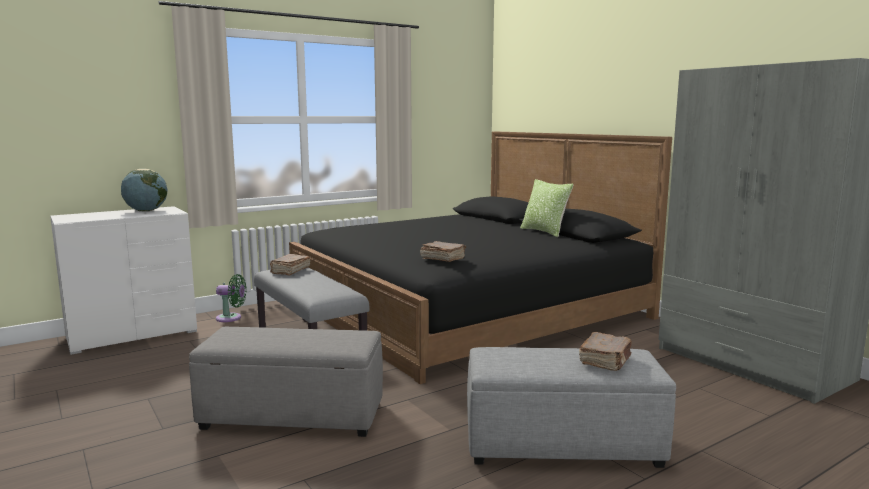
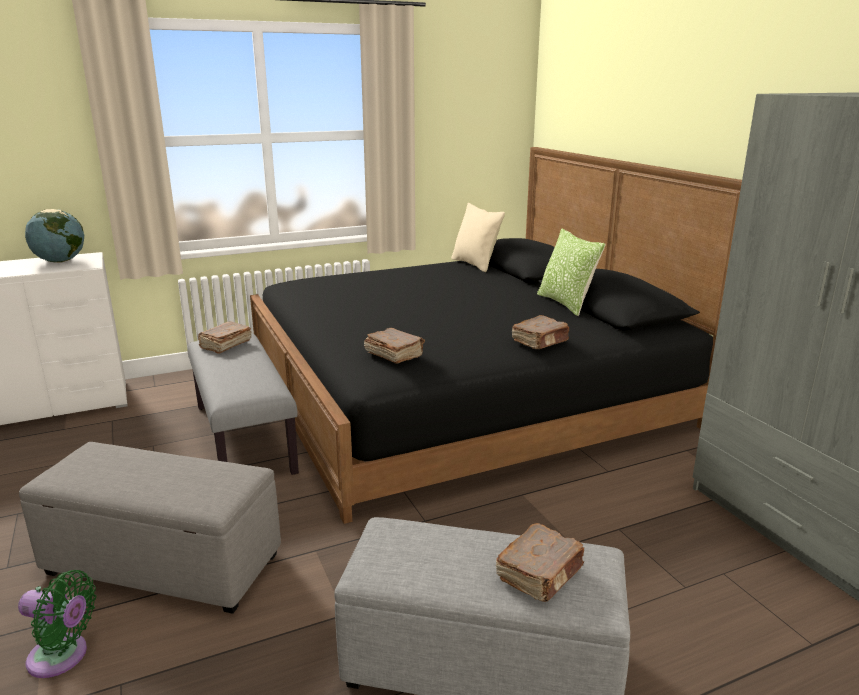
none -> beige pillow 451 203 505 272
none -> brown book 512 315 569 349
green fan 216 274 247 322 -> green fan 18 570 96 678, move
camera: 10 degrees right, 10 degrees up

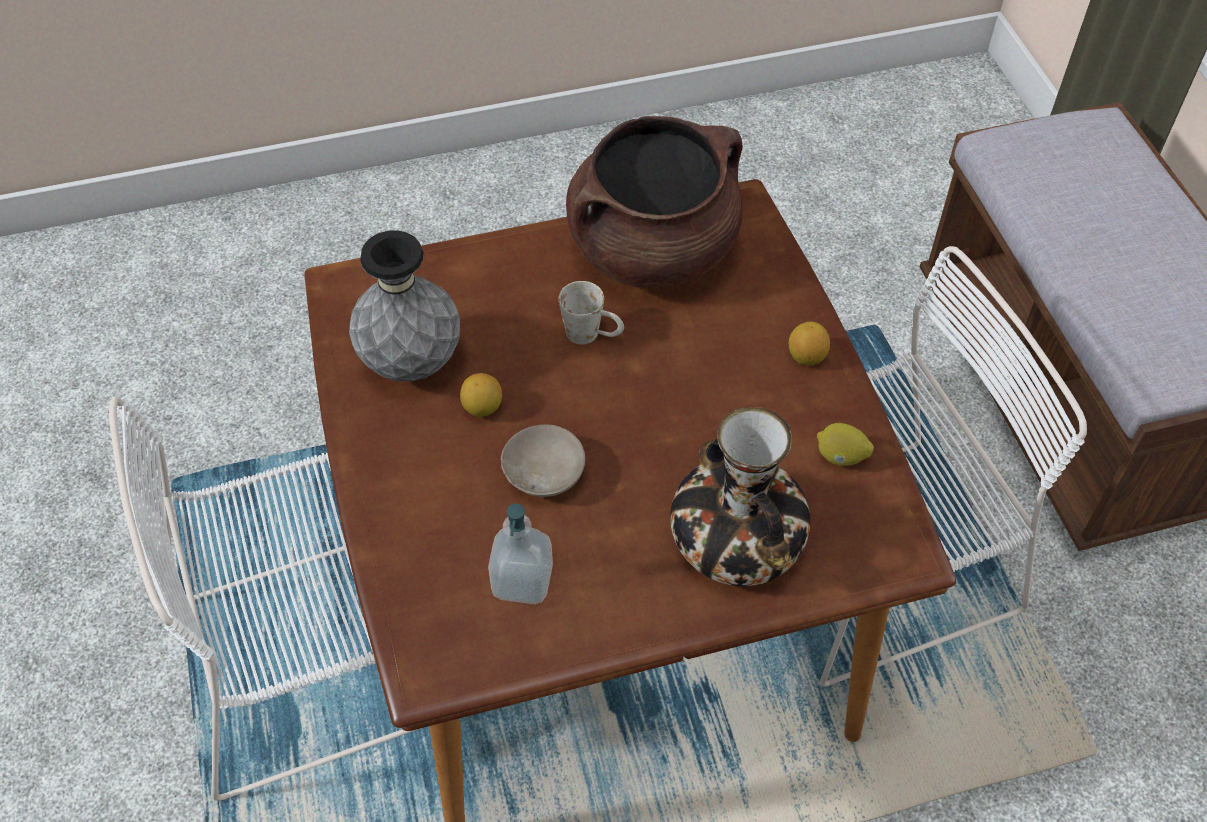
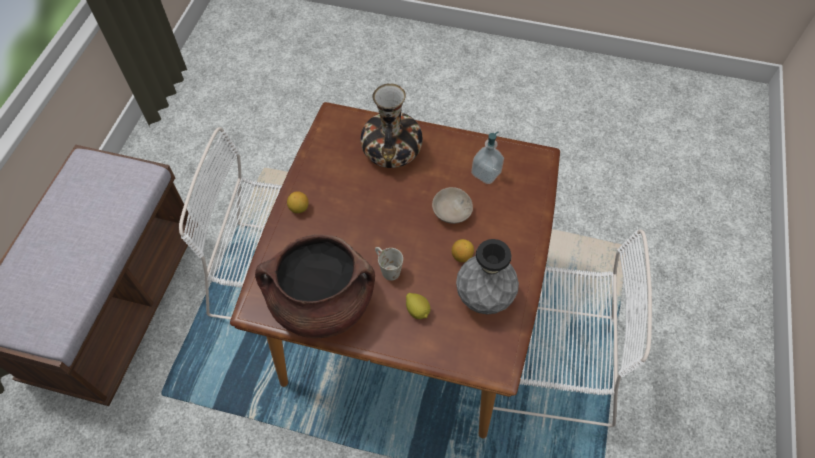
lemon 817 423 874 466 -> lemon 406 293 431 319, move
camera: 150 degrees left, 5 degrees up

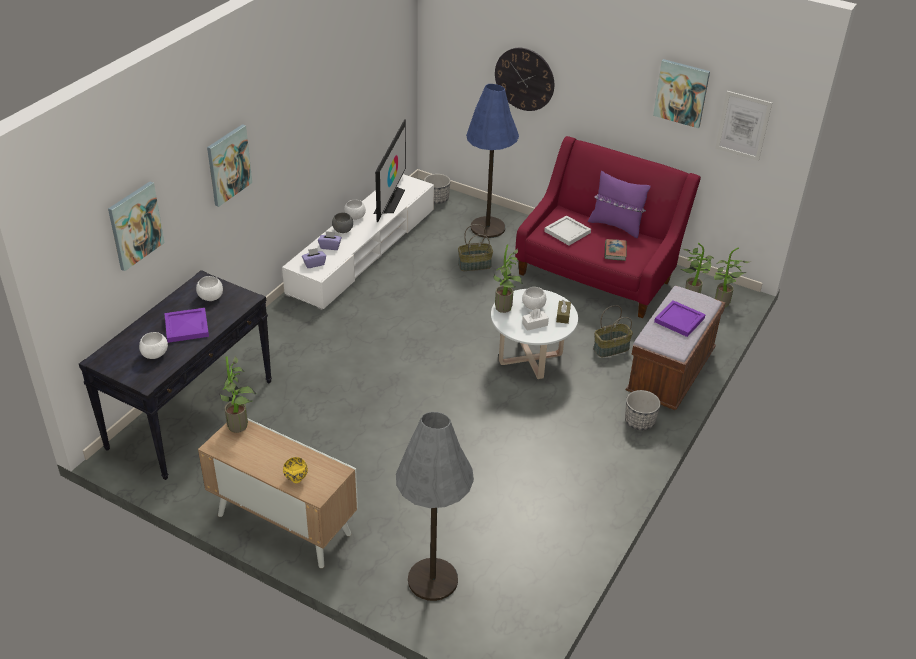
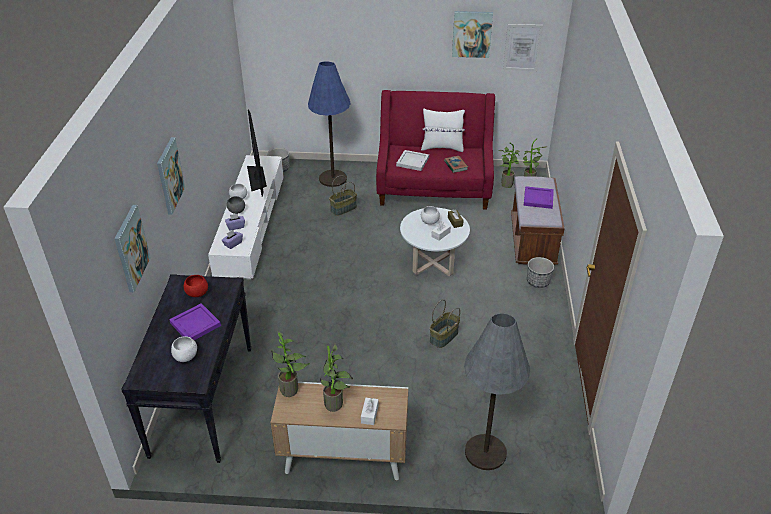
wall clock 495 48 554 111 -> none
potted plant 493 244 523 313 -> potted plant 320 343 353 412, move
basket 593 305 633 357 -> basket 430 299 460 348, move
yellow bowl 283 457 308 483 -> white tissue box 361 398 378 425
white bowl 196 276 223 301 -> red bowl 184 275 208 297
purple pillow 588 171 651 238 -> white pillow 421 108 465 152
camera: 25 degrees left, 0 degrees up

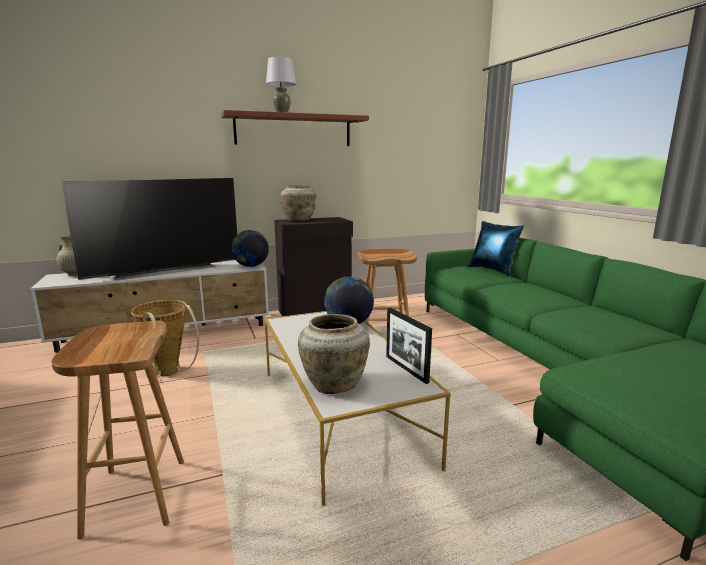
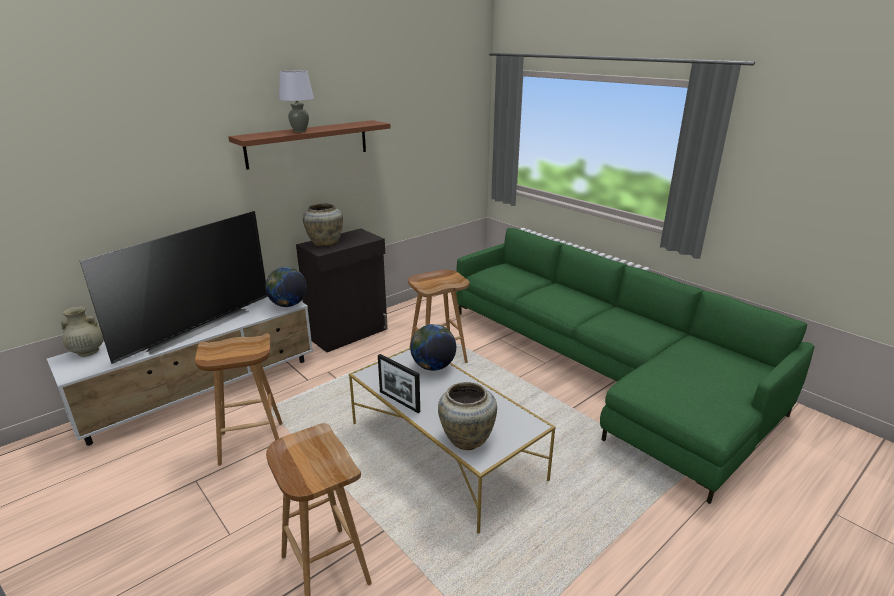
blue pillow 468 221 524 276 -> none
picture frame 386 308 432 384 -> picture frame 378 354 420 413, move
basket 131 300 199 378 -> brown stool 195 333 283 466
camera: 20 degrees left, 10 degrees up

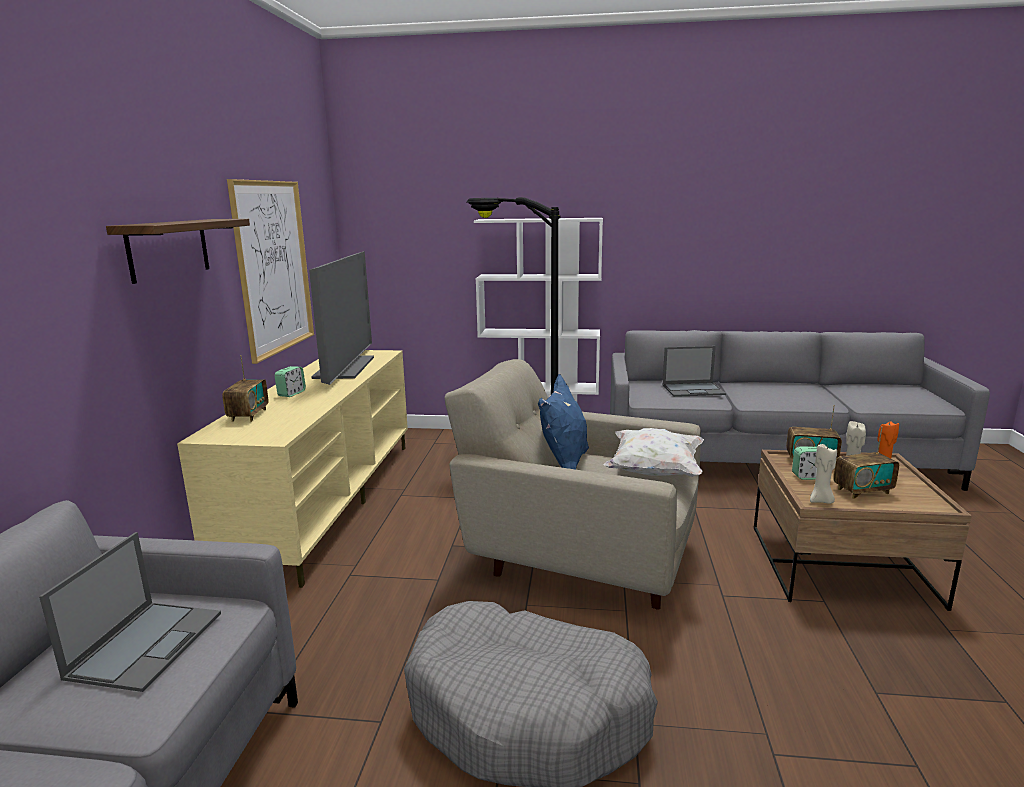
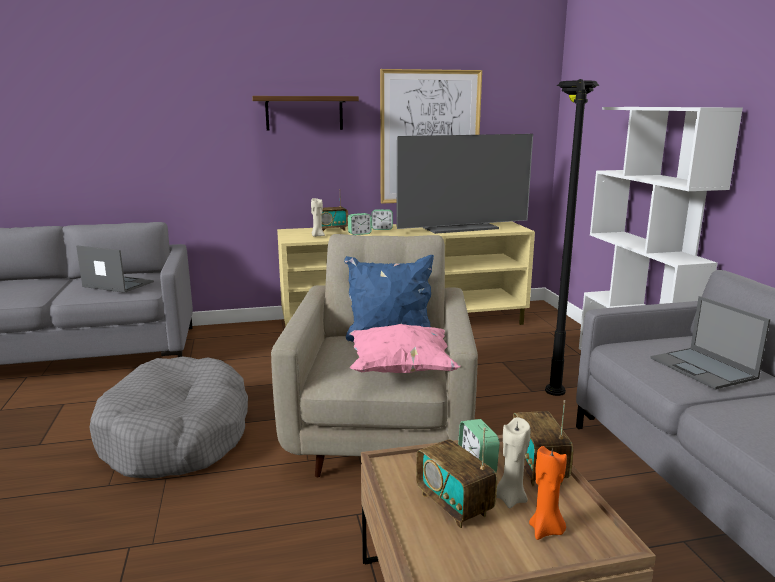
none -> alarm clock 348 213 372 235
beige candle 810 444 837 504 -> beige candle 311 198 325 237, move
white pillow 604 428 704 477 -> pink pillow 349 324 461 373
laptop 39 532 221 692 -> laptop 76 245 154 293, 150 degrees counterclockwise
camera: 70 degrees right, 0 degrees up

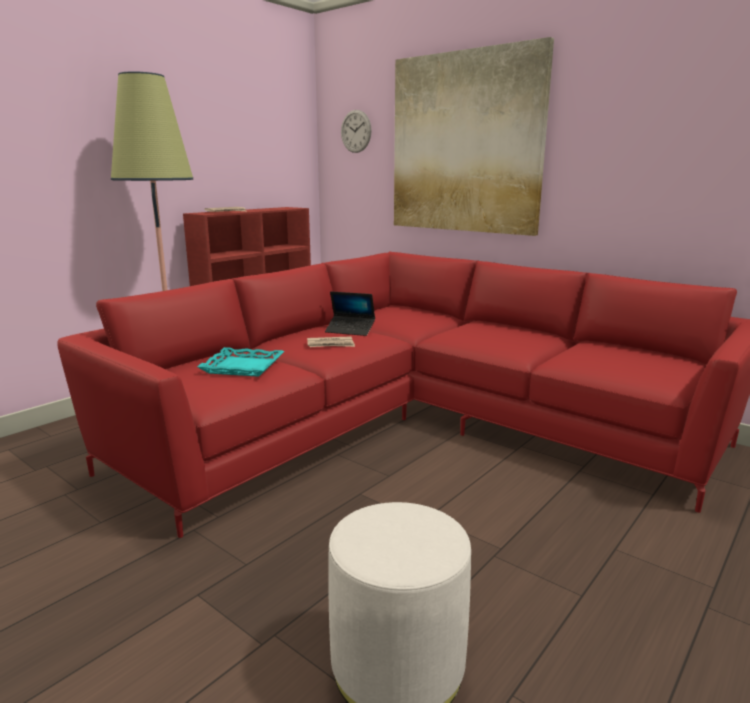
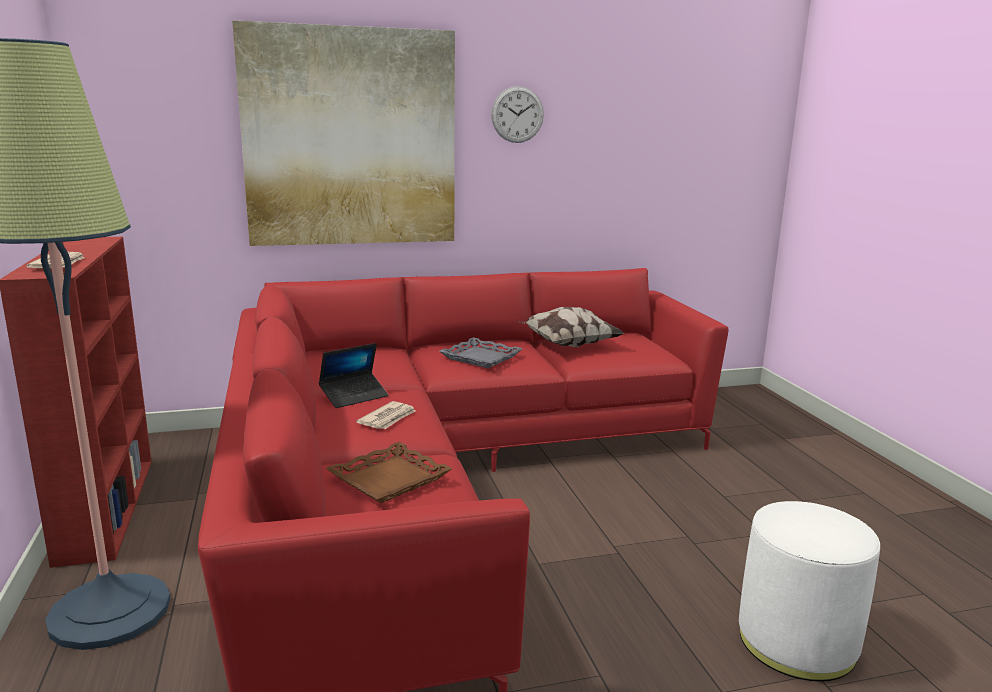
none -> grey tray 439 337 522 368
none -> pillow 518 307 624 347
wall clock 341 110 372 153 -> wall clock 491 86 544 143, move
turquoise tray 197 347 284 377 -> brown tray 326 442 453 503
camera: 55 degrees left, 0 degrees up

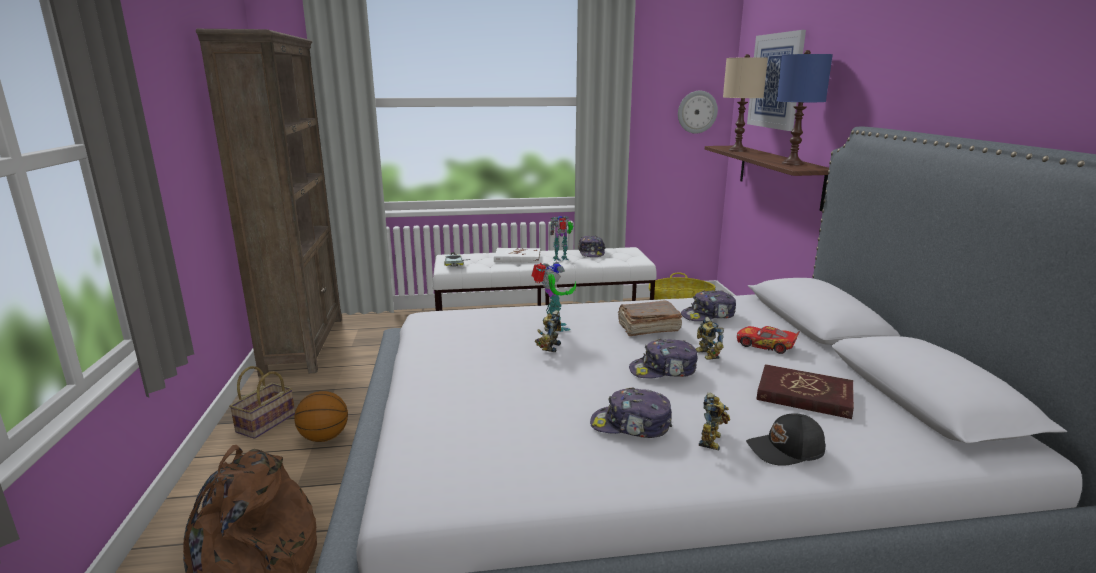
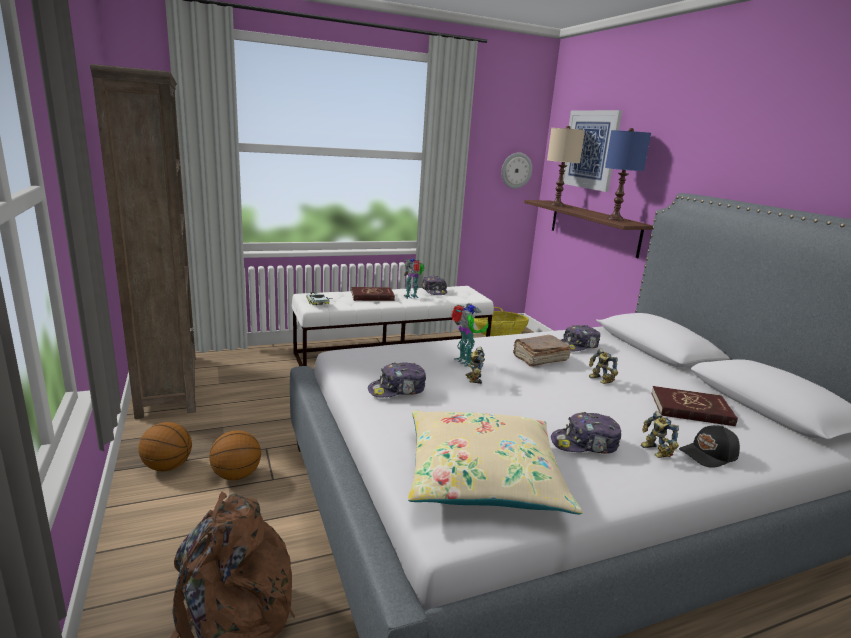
toy car 737 326 800 354 -> none
none -> beige pillow 408 410 582 514
cap 629 339 698 378 -> cap 368 362 426 398, move
basket 229 366 295 439 -> basketball 139 422 192 471
white book 494 248 540 263 -> red book 351 287 395 301
toy robot 699 392 730 451 -> toy robot 640 411 679 458, 150 degrees clockwise
camera: 15 degrees left, 0 degrees up

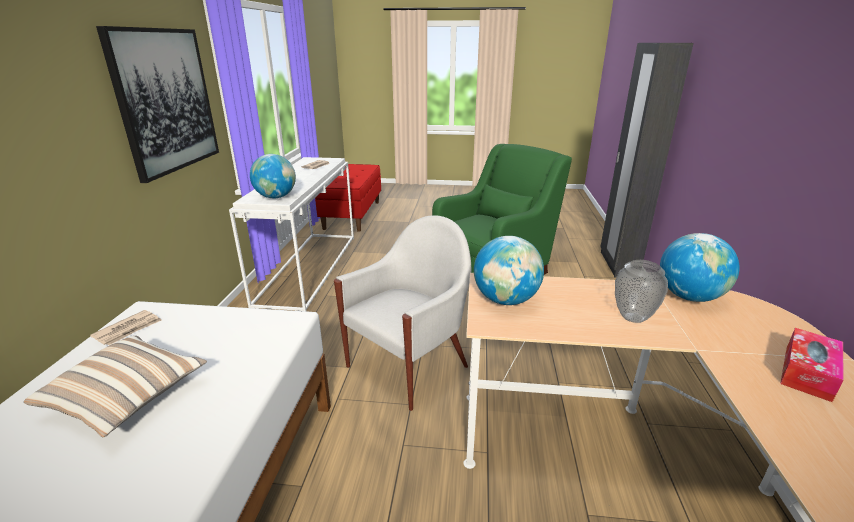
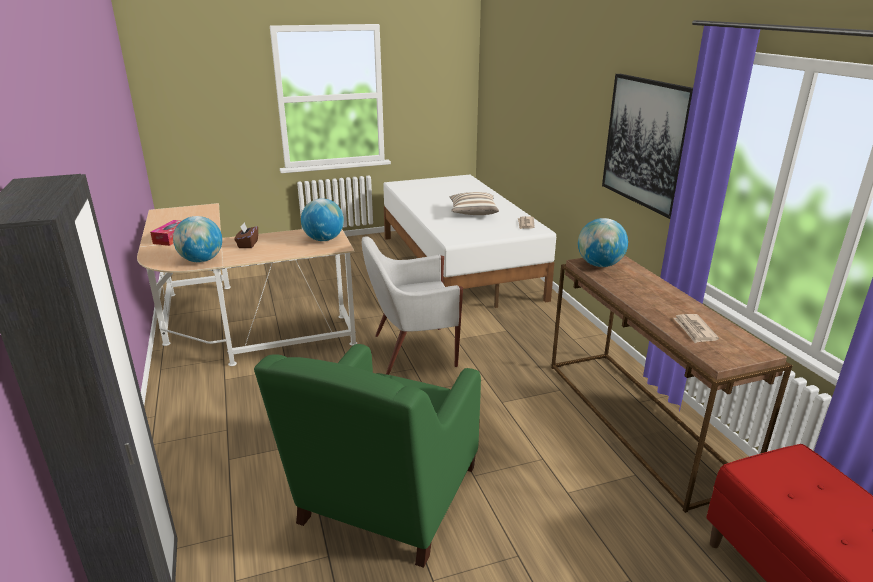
vase 615 260 668 323 -> brown tissue box 234 222 258 248
white console table 229 157 354 311 -> brown console table 551 255 793 513
white armchair 334 215 472 411 -> white armchair 362 236 463 375, 60 degrees clockwise
camera: 155 degrees right, 0 degrees up

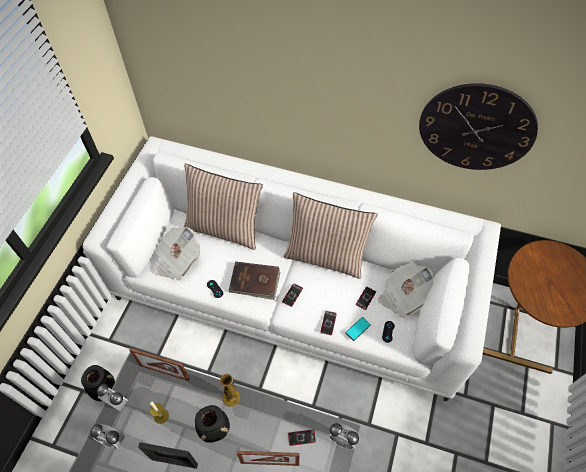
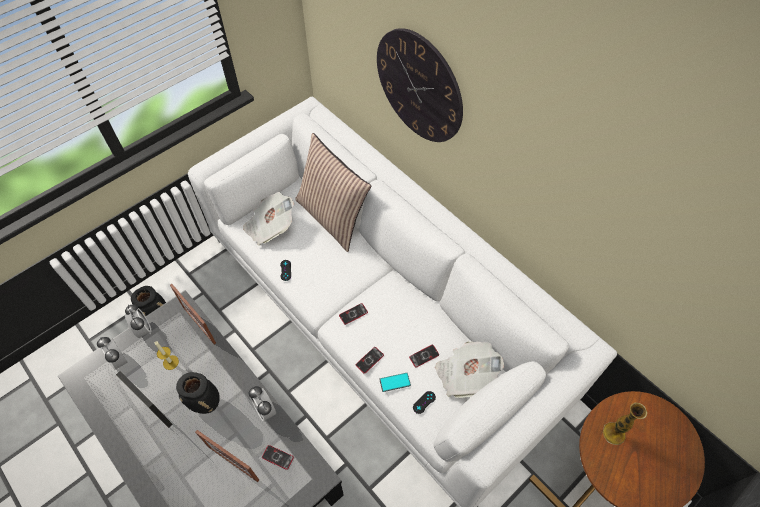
brown book 228 262 280 300 -> none
pillow 284 192 378 279 -> none
vase 220 373 240 407 -> vase 603 403 647 445, move
alarm clock 328 423 359 450 -> alarm clock 249 386 276 422, move
wall clock 419 83 538 170 -> wall clock 377 28 463 142, move
camera: 30 degrees right, 0 degrees up

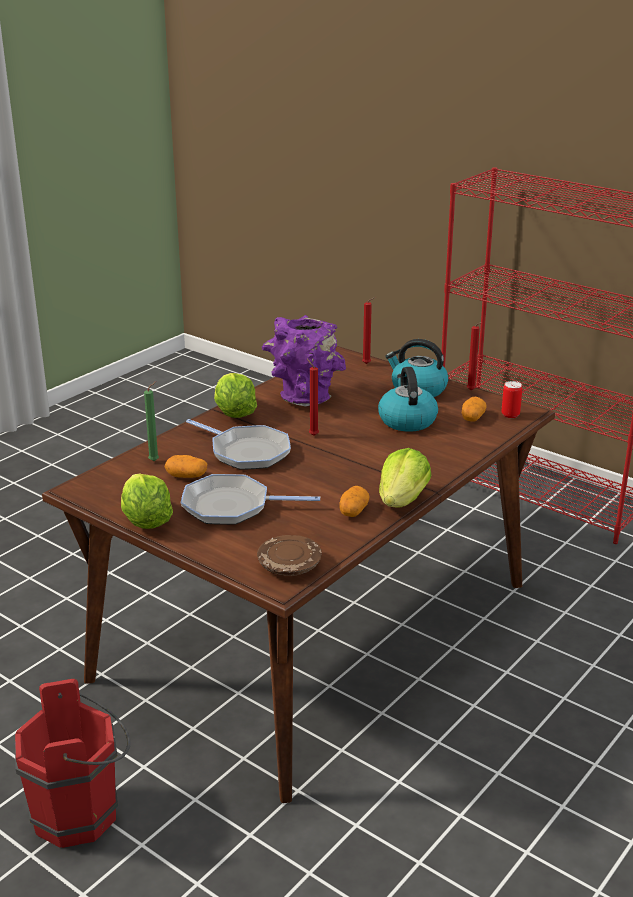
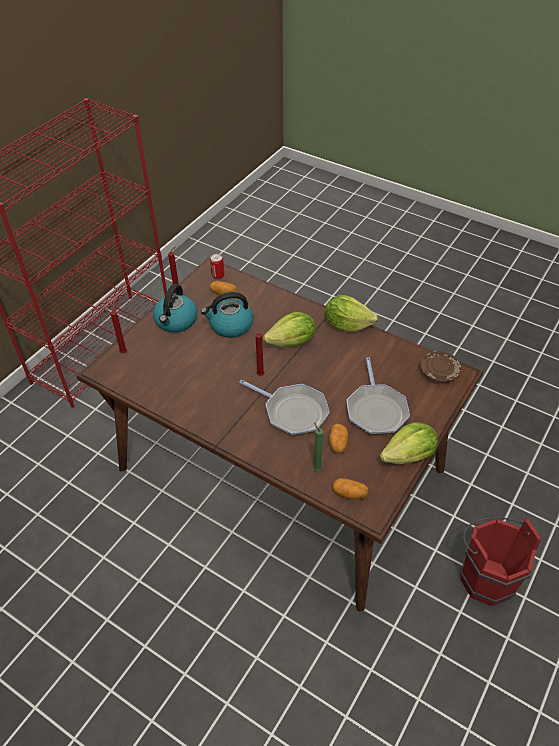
purple vase 262 315 346 406 -> none
lettuce 214 373 257 418 -> lettuce 263 312 316 347, move
potato 339 486 369 517 -> potato 333 478 369 499, move
frying pan 186 419 291 470 -> frying pan 239 380 330 435, 90 degrees clockwise
camera: 95 degrees left, 20 degrees up

